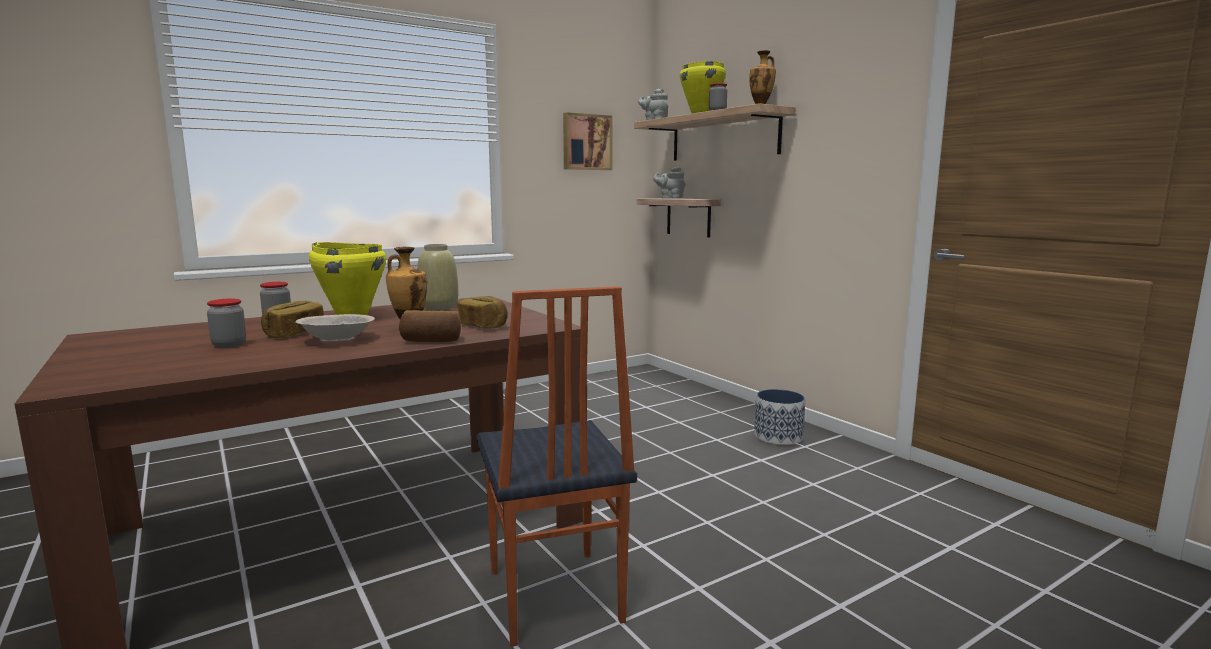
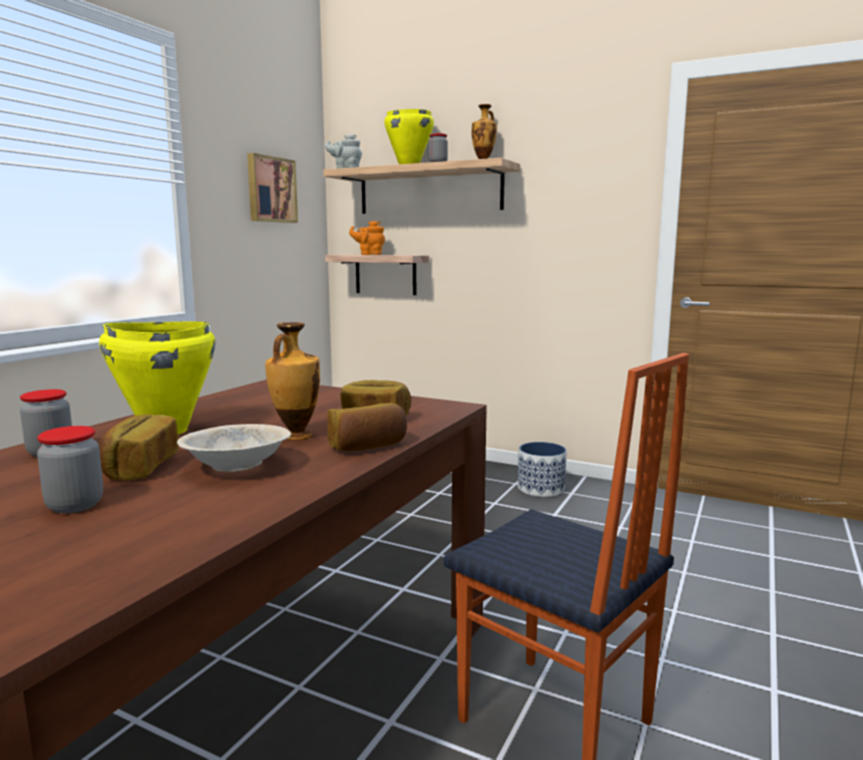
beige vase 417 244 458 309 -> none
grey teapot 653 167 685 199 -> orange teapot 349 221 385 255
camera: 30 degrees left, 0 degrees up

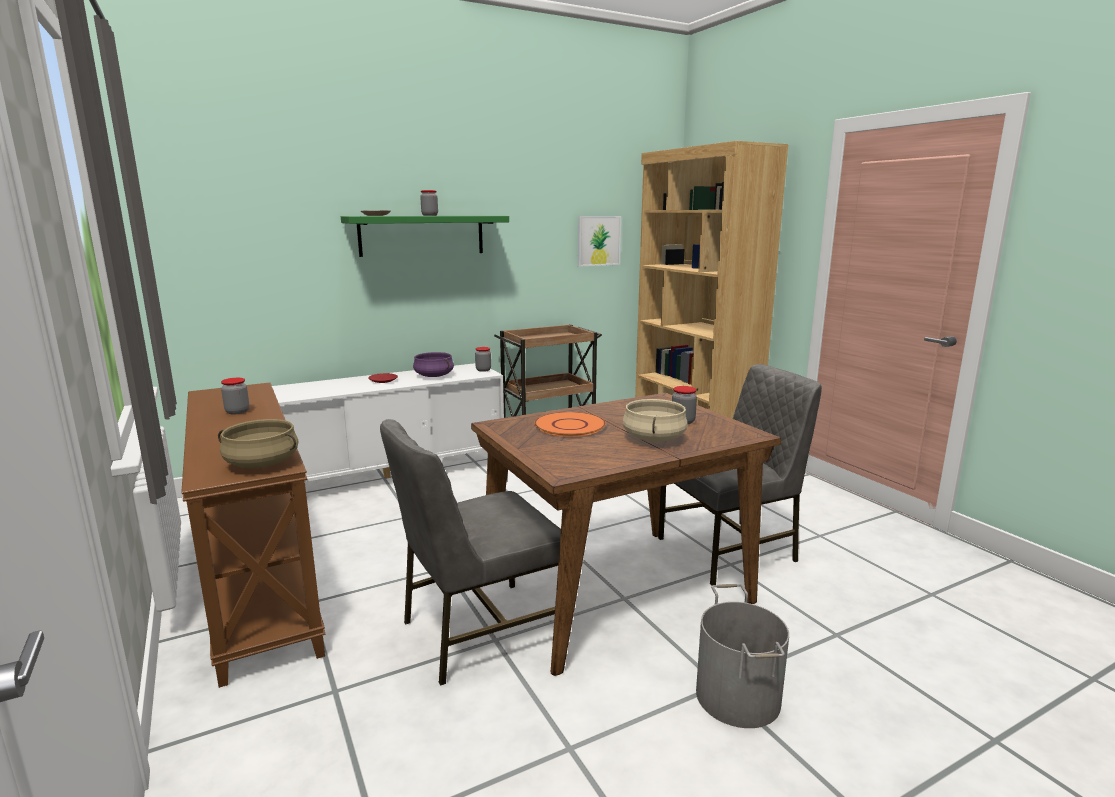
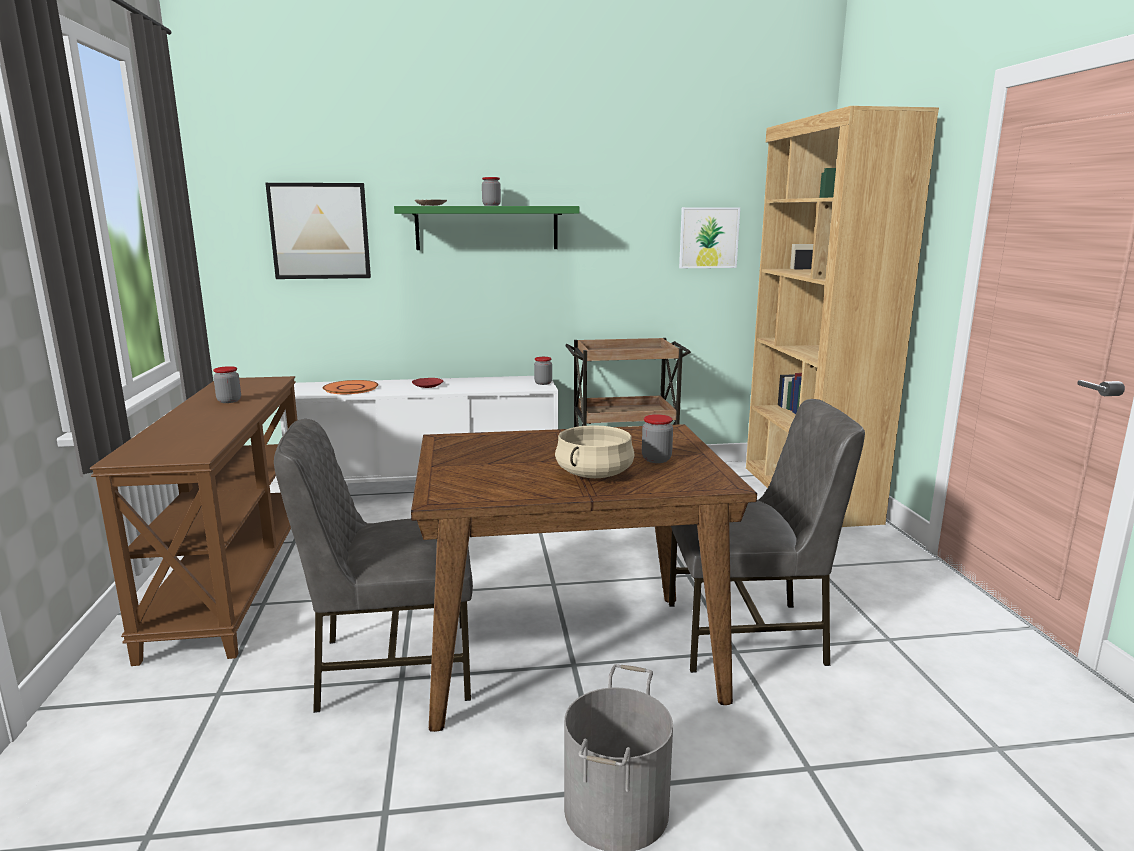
beige cooking pot 218 419 299 468 -> none
purple cooking pot 413 352 454 377 -> none
none -> picture 265 183 371 279
orange plate 534 412 606 437 -> orange plate 323 380 378 394, move
camera: 20 degrees right, 0 degrees up

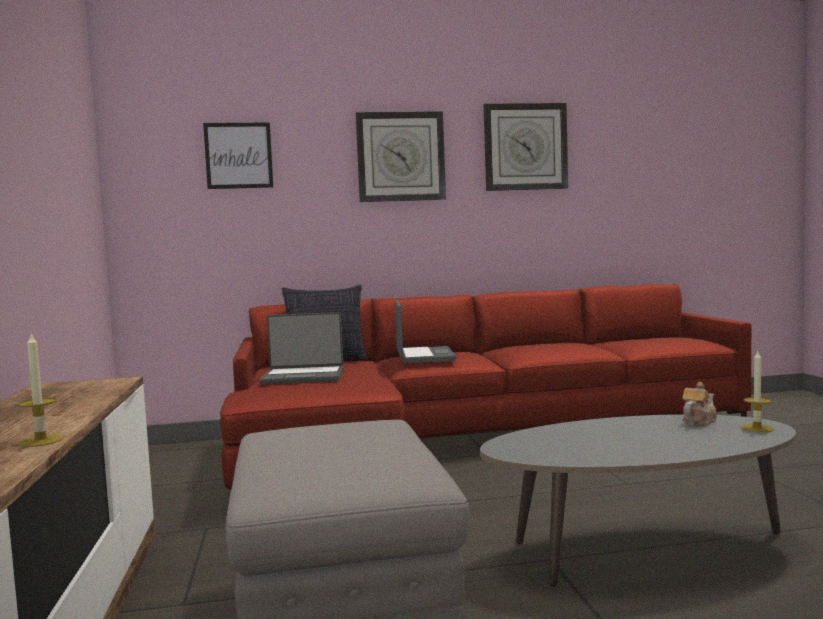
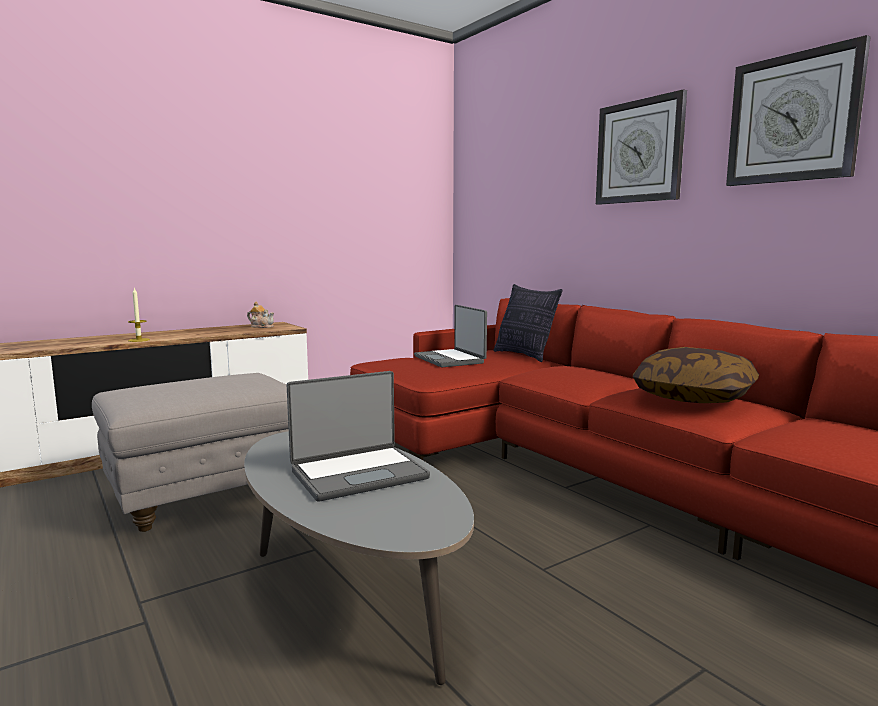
picture 203 122 273 189 -> none
candle 741 351 774 433 -> none
none -> pillow 633 347 759 403
laptop 395 300 457 363 -> laptop 287 371 430 502, move
teapot 682 382 717 426 -> teapot 247 302 274 328, move
camera: 65 degrees right, 5 degrees up

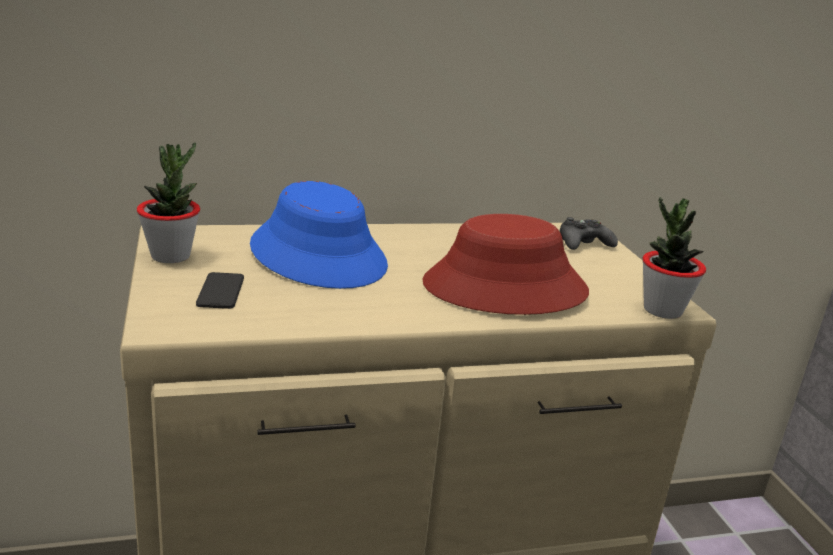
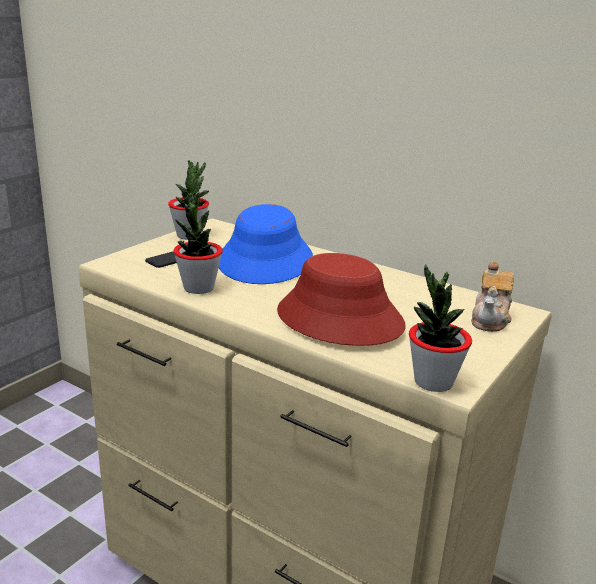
none -> potted plant 173 193 223 294
black game controller 559 217 618 250 -> teapot 471 261 514 332
camera: 50 degrees right, 0 degrees up

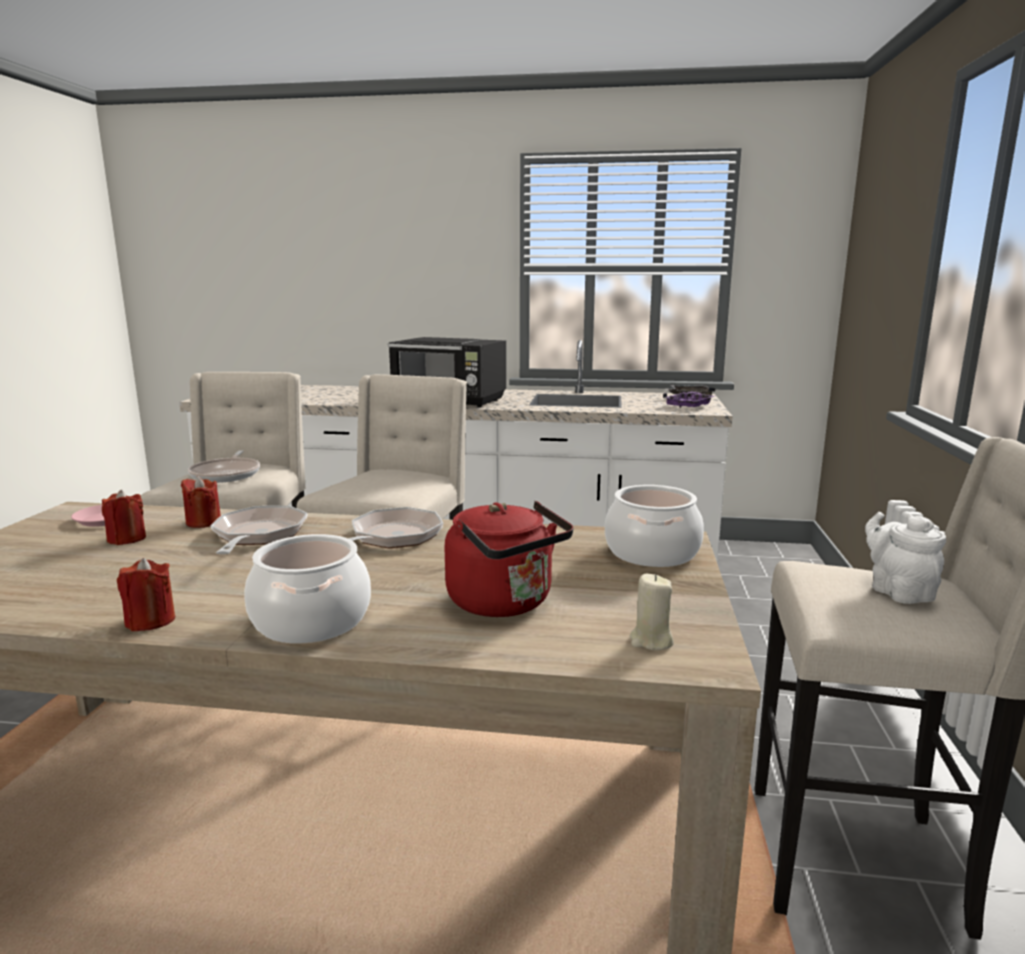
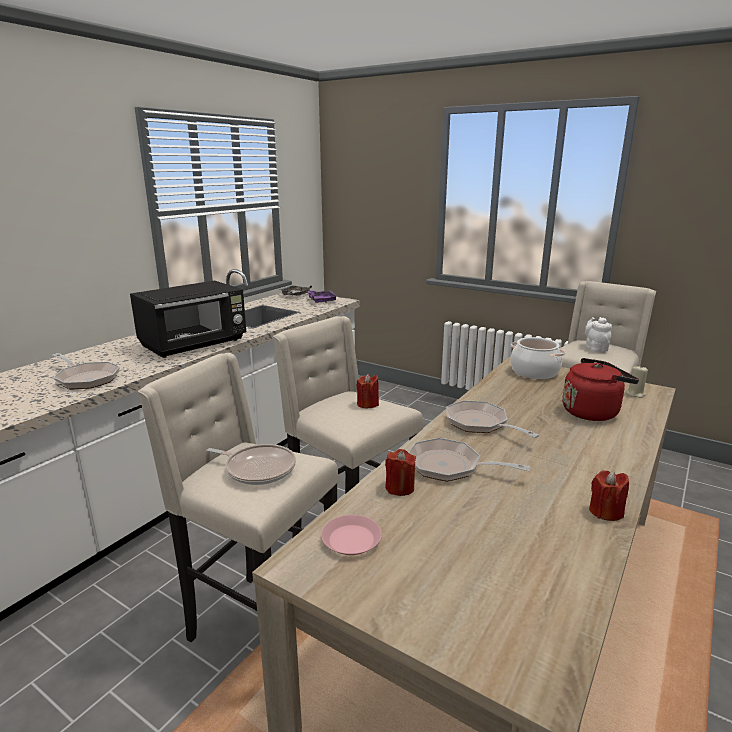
cooking pot 244 534 371 643 -> none
none -> frying pan 52 353 120 389
red candle 102 490 146 545 -> red candle 356 374 379 408, move
white teapot 865 512 946 604 -> white teapot 585 317 612 352, 75 degrees clockwise
camera: 65 degrees left, 5 degrees up

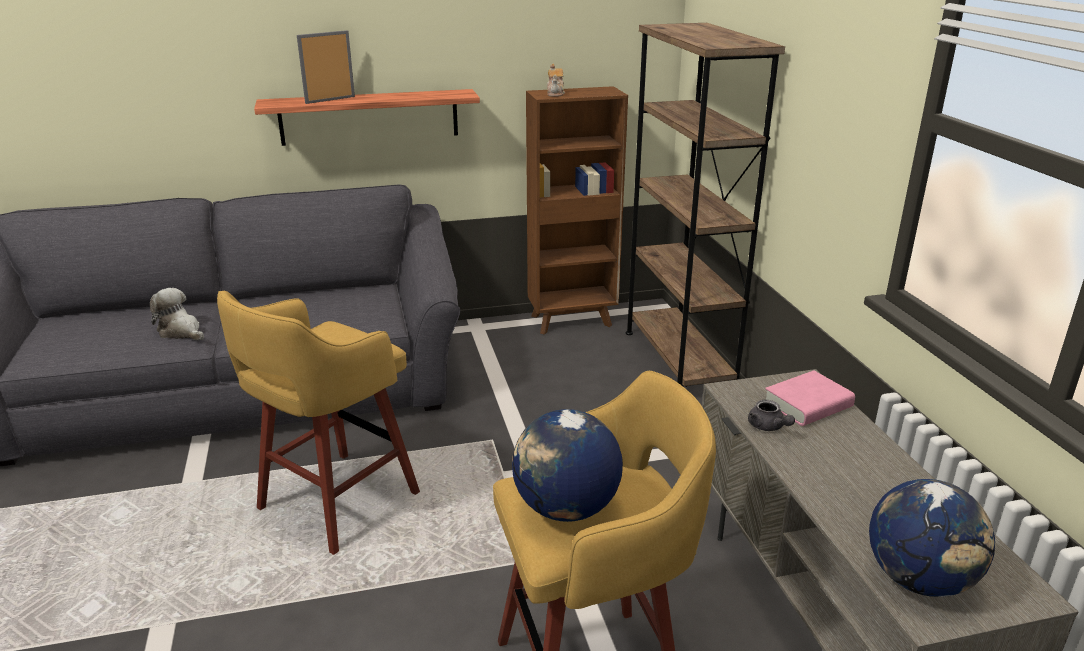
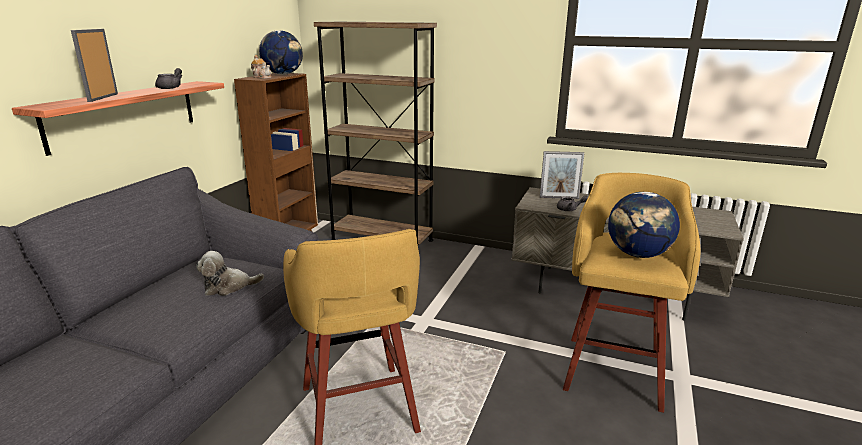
none -> grey teapot 155 68 183 89
plush toy 150 288 204 340 -> plush toy 196 251 264 296, move
globe 869 479 995 597 -> globe 259 30 303 75, move
pink book 765 370 855 426 -> picture frame 540 151 585 199
camera: 55 degrees left, 5 degrees down

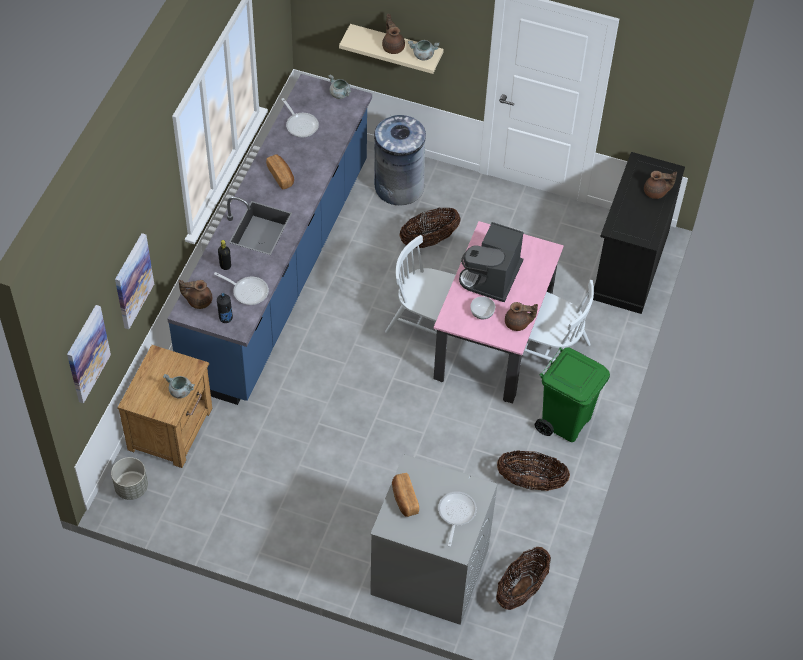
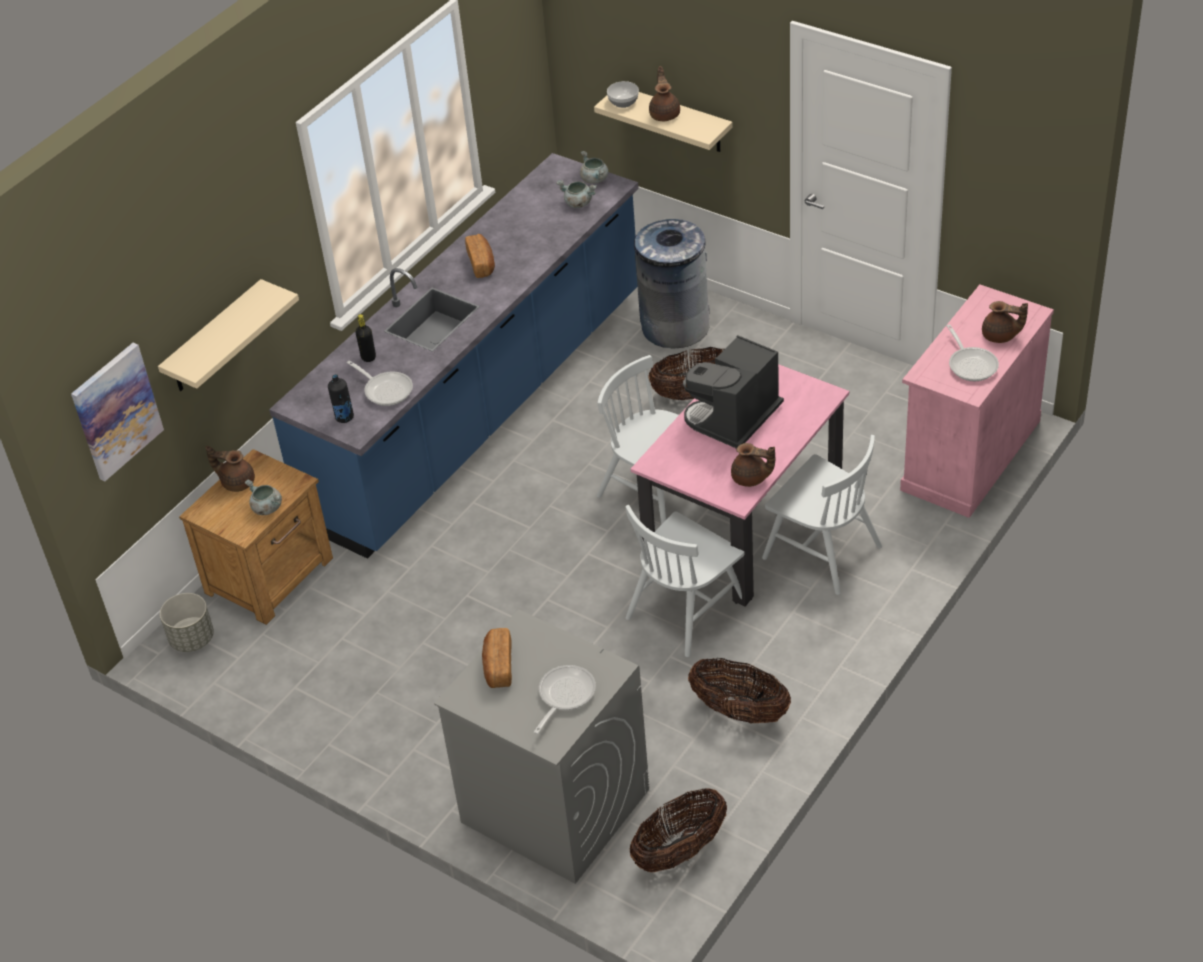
green trash can 535 347 610 442 -> none
none -> white chair 626 505 748 657
brown teapot 179 280 212 309 -> brown teapot 206 446 255 492, move
frying pan 282 98 319 138 -> frying pan 947 324 999 381, move
grey cooking pot 408 40 439 60 -> grey cooking pot 556 180 597 208, move
bowl 470 296 495 320 -> bowl 607 81 639 108, move
picture 115 233 154 329 -> beige shelf 158 279 299 391
black cabinet 593 152 685 314 -> pink cabinet 900 284 1054 518
camera: 20 degrees right, 10 degrees down

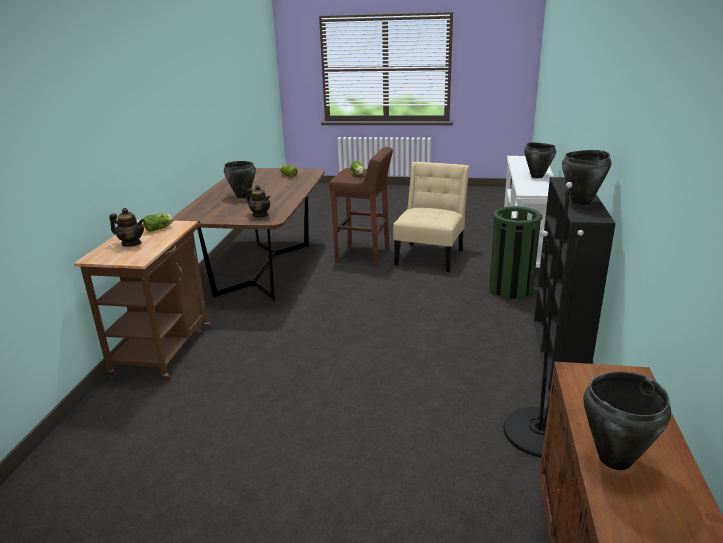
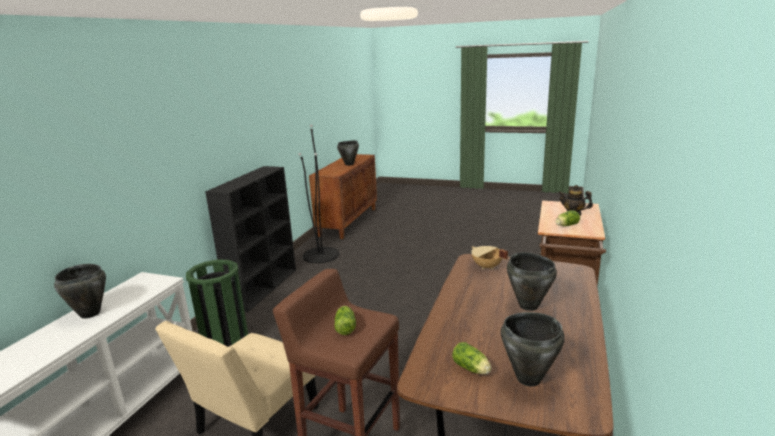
black cooking pot 562 150 611 205 -> black cooking pot 501 312 565 386, move
teapot 247 185 270 217 -> beige cooking pot 471 246 508 269
camera: 170 degrees left, 5 degrees down

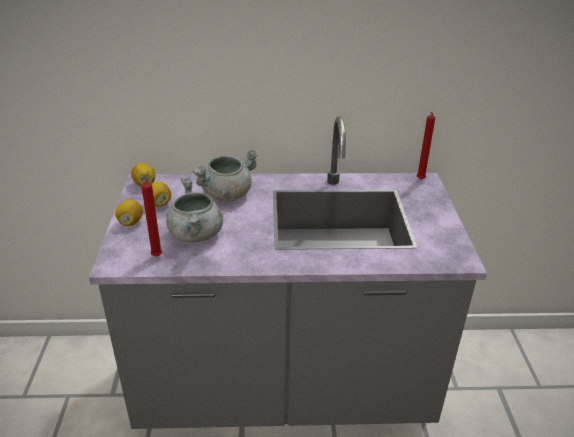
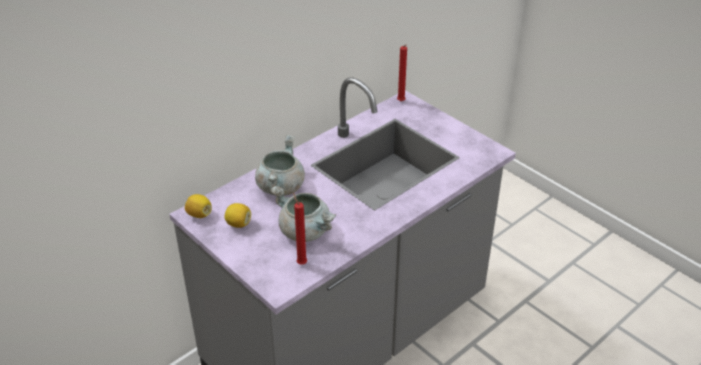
lemon 115 200 143 226 -> none
camera: 40 degrees left, 5 degrees up

